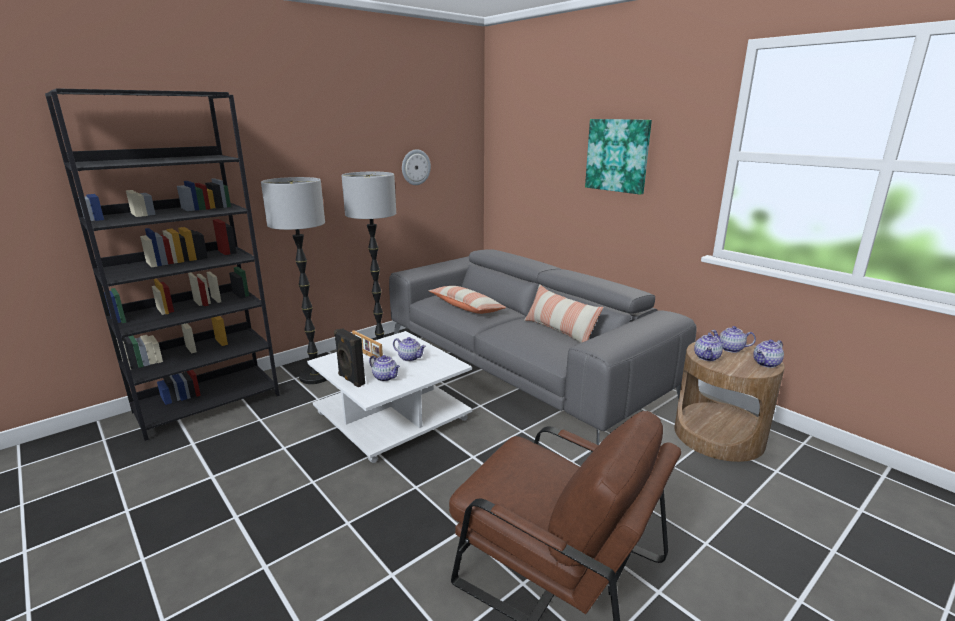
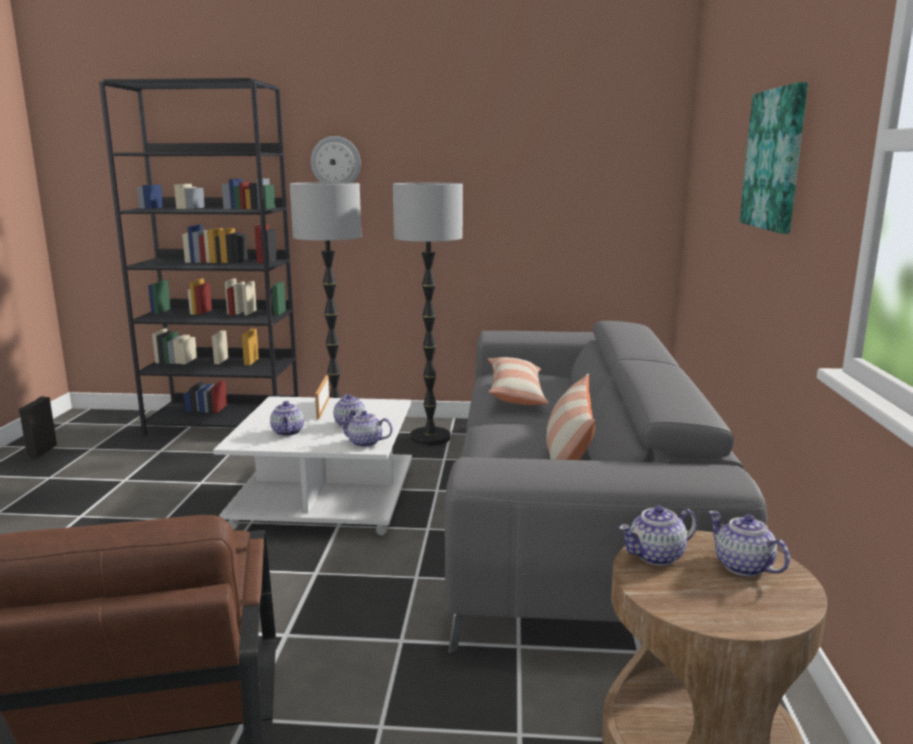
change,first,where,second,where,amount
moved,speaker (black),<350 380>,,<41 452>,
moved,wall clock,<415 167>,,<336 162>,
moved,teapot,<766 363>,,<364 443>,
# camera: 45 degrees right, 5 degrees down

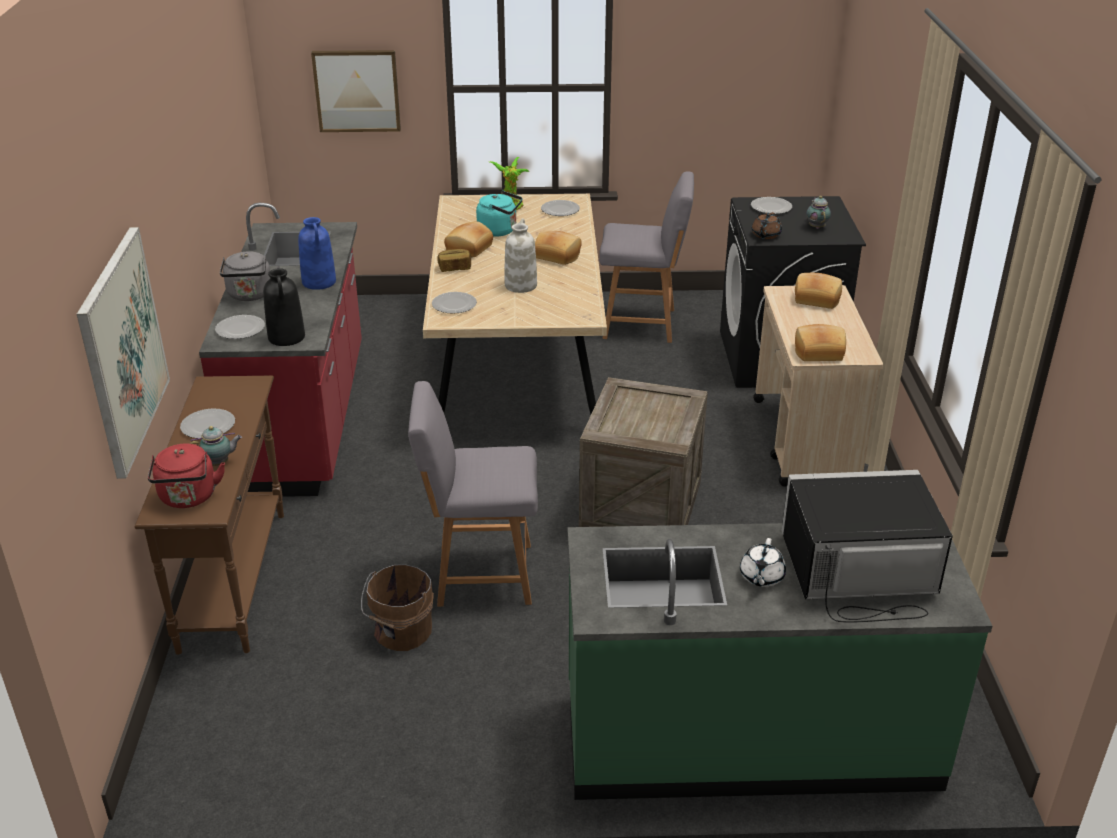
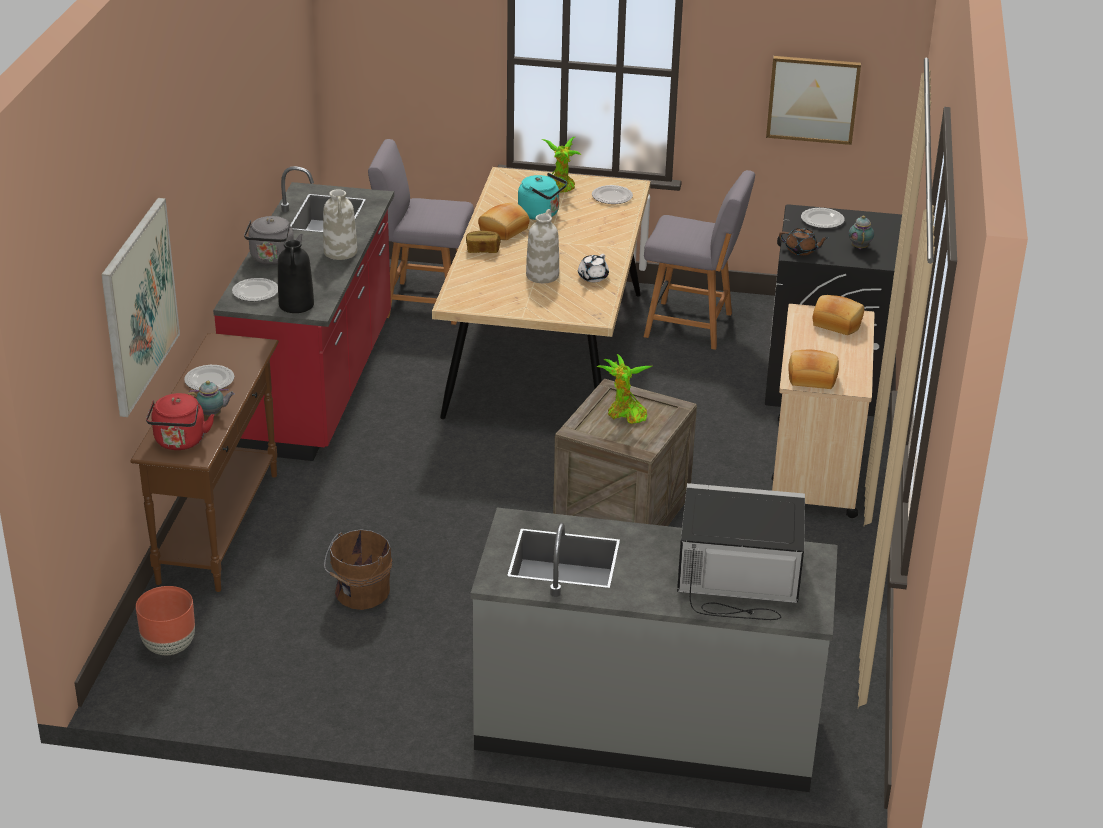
change,first,where,second,where,amount
added,,,planter (brown),<168 647>,
recoloured,vase (blue),<319 282>,vase (white),<341 252>,
moved,chair (grey),<480 574>,,<423 302>,
recoloured,counter (green),<749 738>,counter (grey),<647 725>,
moved,teapot (white),<761 577>,,<592 277>,
added,,,potted plant,<624 414>,
moved,picture,<357 90>,,<813 99>,
turned,teapot (brown),<765 235>,,<801 250>,105 degrees counterclockwise
removed,plate,<453 304>,,,
removed,bread,<558 255>,,,
# camera: 10 degrees right, 0 degrees up

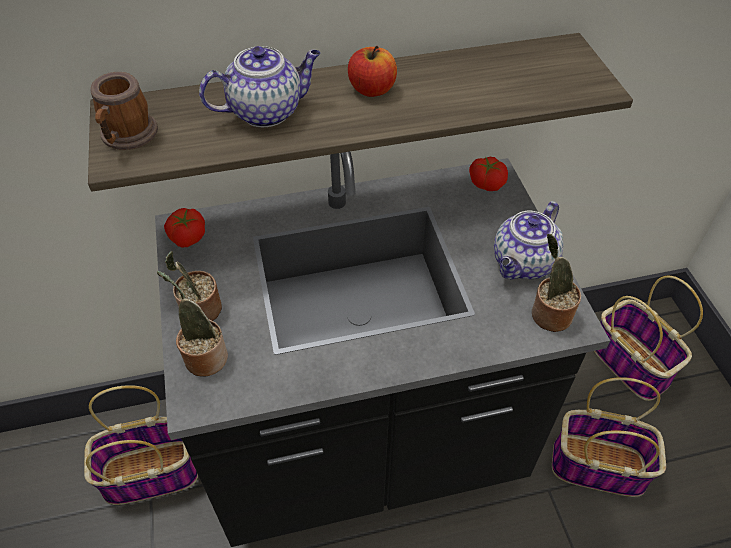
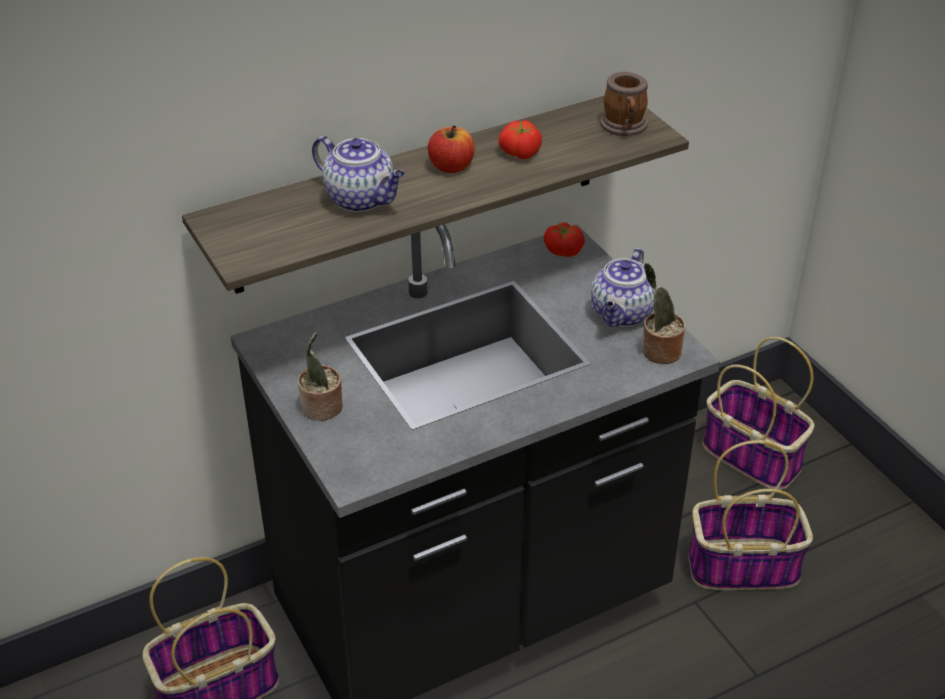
change,first,where,second,where,amount
turned,teapot,<267 111>,,<361 199>,75 degrees clockwise
moved,tomato,<187 237>,,<519 152>,
moved,mug,<127 137>,,<624 127>,
removed,potted plant,<203 356>,,,
# camera: 15 degrees left, 10 degrees down

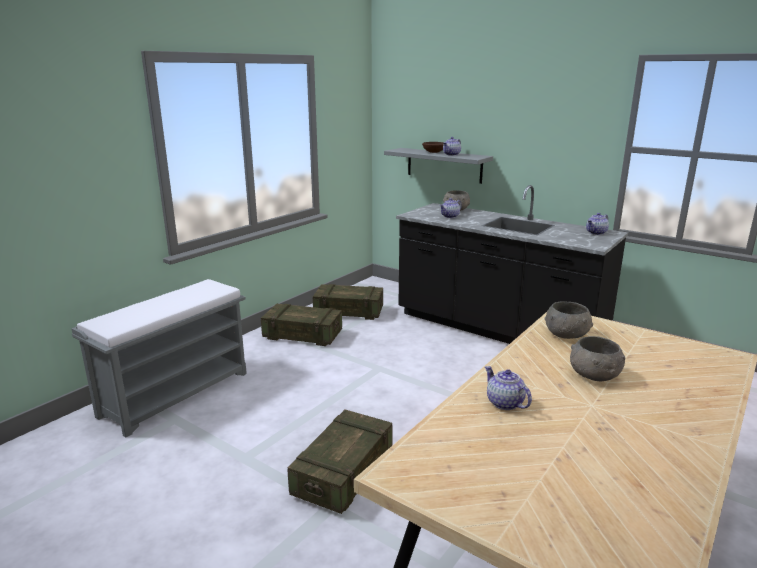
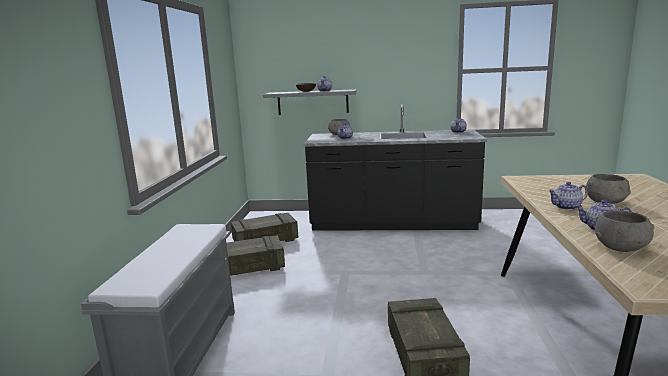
change,first,where,second,where,amount
added,,,teapot,<566 207>,
moved,bowl (grey),<567 335>,,<621 247>,
# camera: 30 degrees left, 5 degrees down

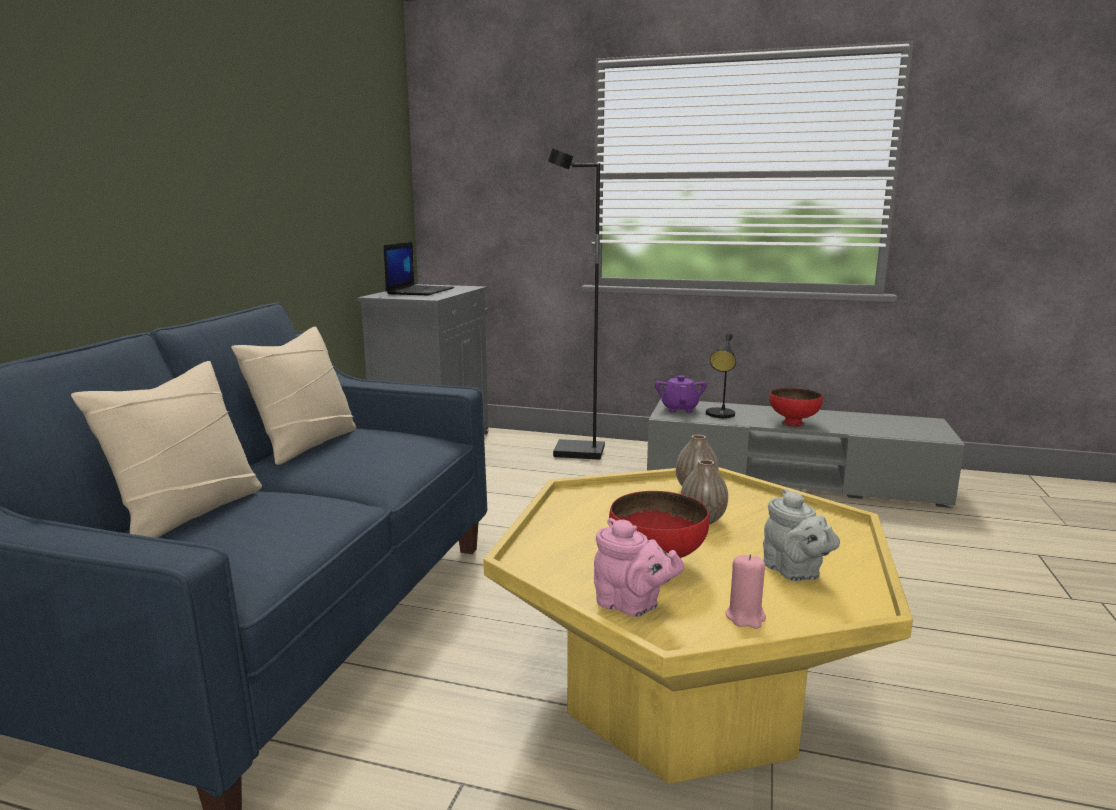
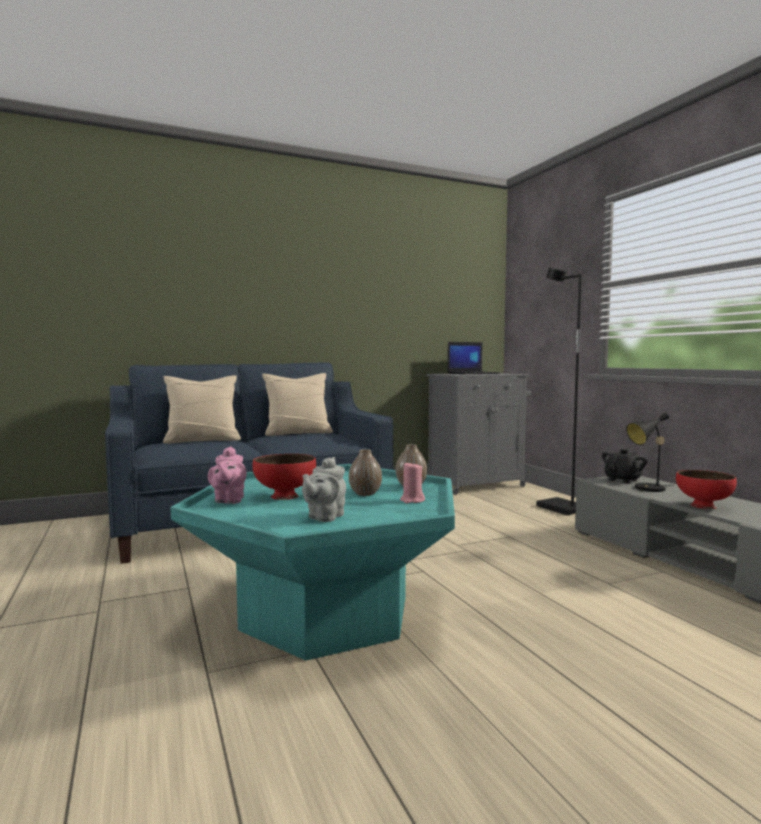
change,first,where,second,where,amount
recoloured,coffee table (yellow),<683 693>,coffee table (turquoise),<326 612>,
moved,candle (pink),<745 617>,,<412 500>,
recoloured,teapot (purple),<679 409>,teapot (black),<623 480>,
# camera: 50 degrees right, 10 degrees down

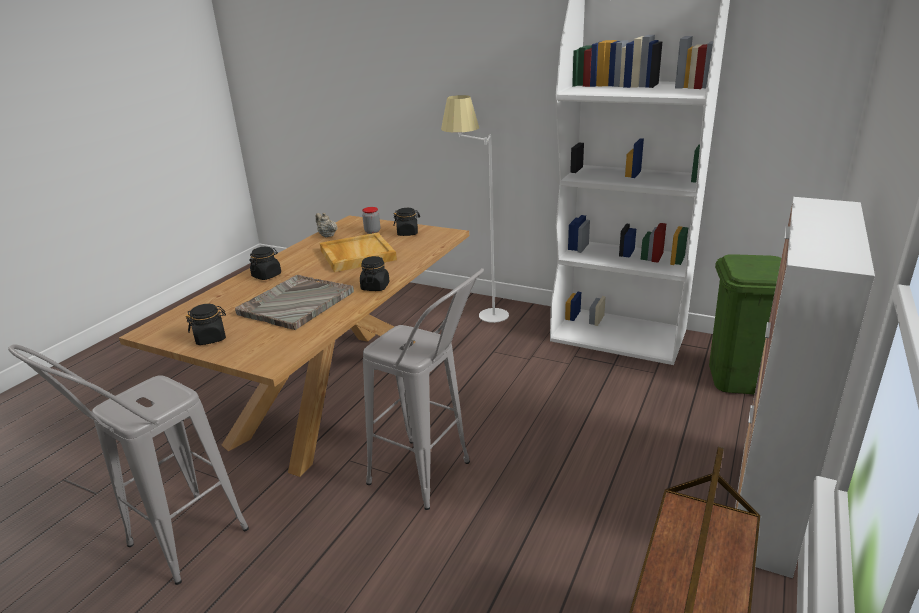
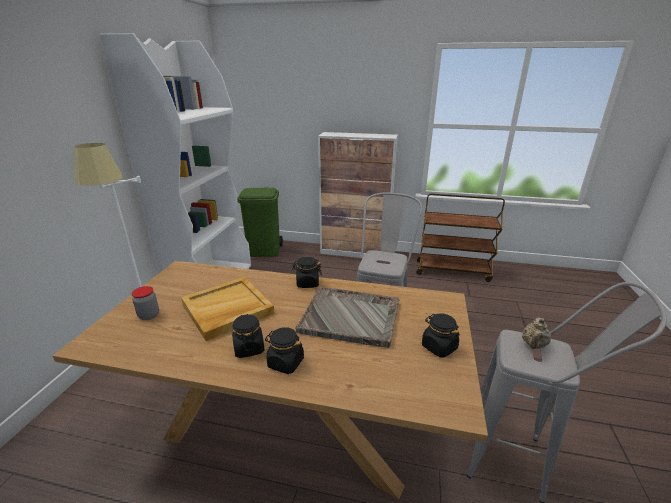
change,first,where,second,where,amount
moved,jar (black),<407 233>,,<249 348>,
moved,teapot (beige),<327 235>,,<533 345>,
# camera: 105 degrees left, 0 degrees up

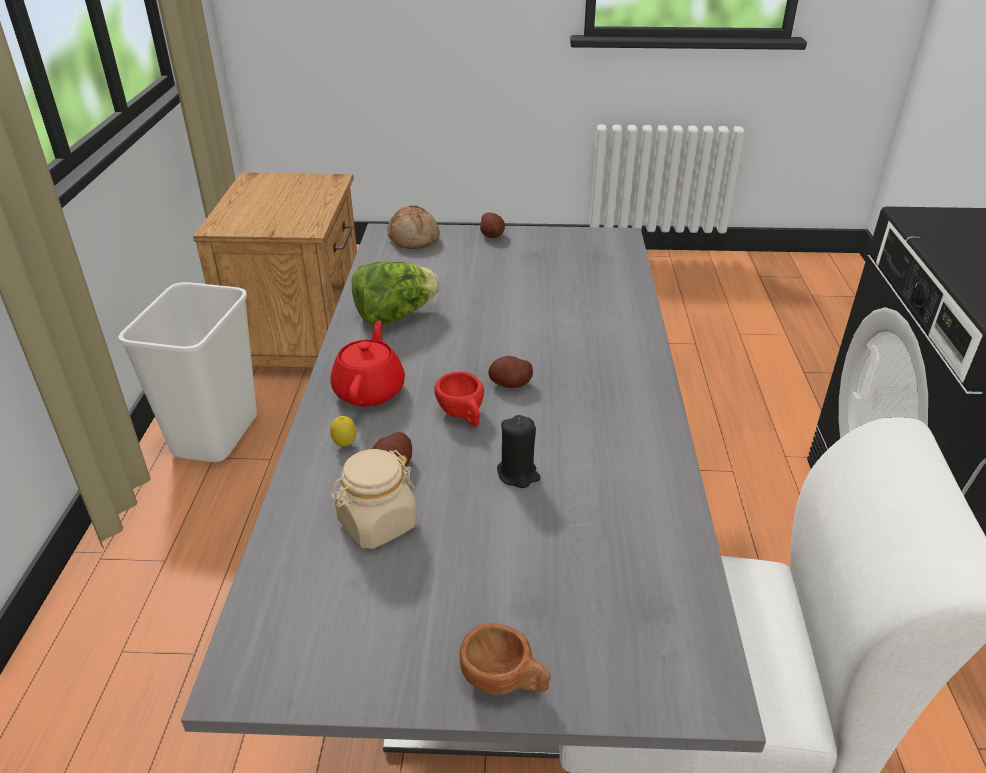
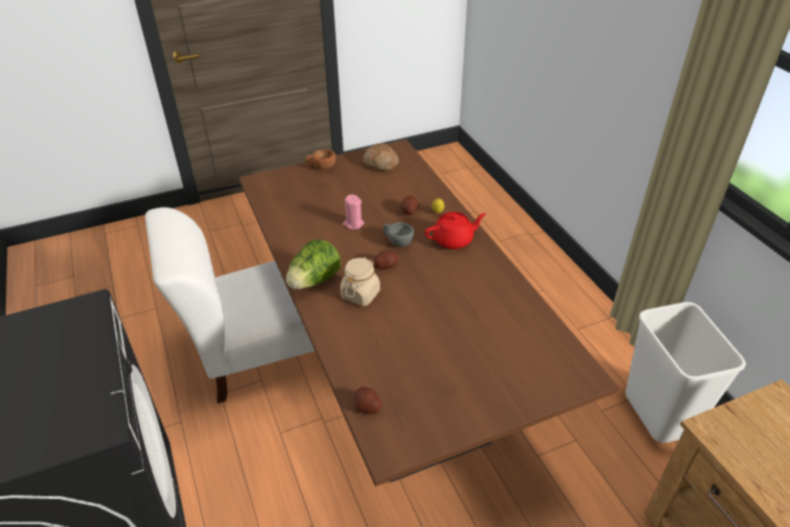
change,first,where,second,where,amount
recoloured,dining table (grey),<492 591>,dining table (brown),<396 378>,
moved,lettuce,<395 316>,,<314 281>,
moved,jar (beige),<377 524>,,<360 294>,
recoloured,candle (black),<518 474>,candle (pink),<353 223>,
moved,potato,<492 235>,,<367 407>,
moved,bread,<414 238>,,<380 164>,
recoloured,cup (red),<463 415>,cup (grey),<397 242>,
turned,teapot (red),<370 390>,,<454 240>,90 degrees counterclockwise
# camera: 155 degrees right, 5 degrees up

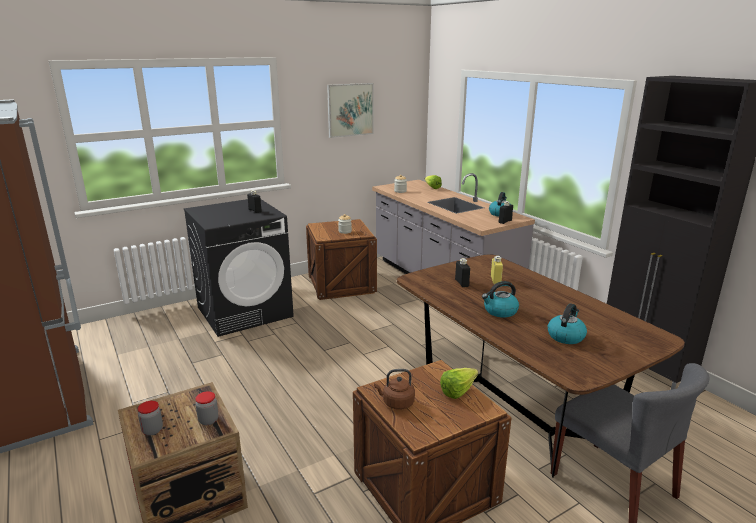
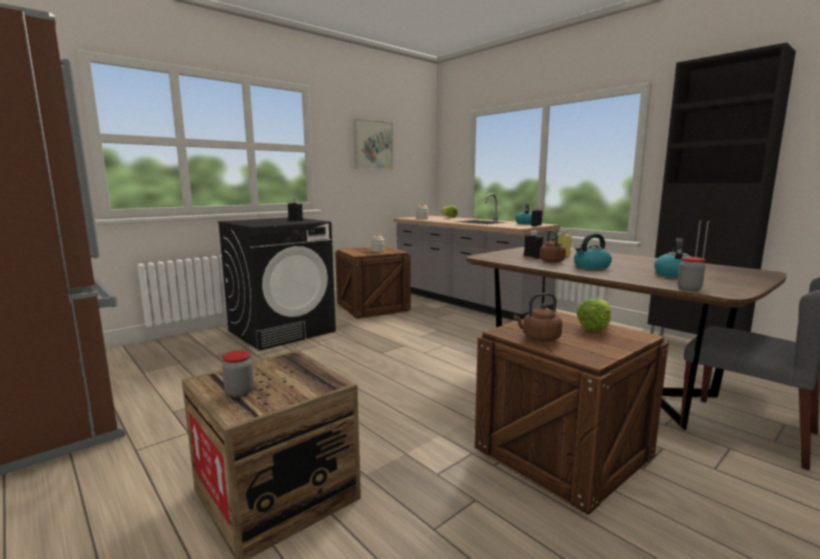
change,first,where,second,where,amount
added,,,kettle (brown),<552 261>,
moved,jar,<208 420>,,<689 289>,
# camera: 10 degrees left, 10 degrees down

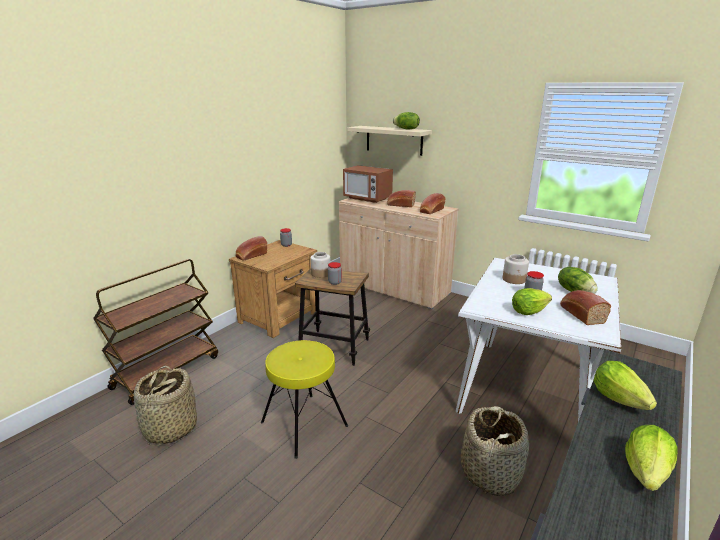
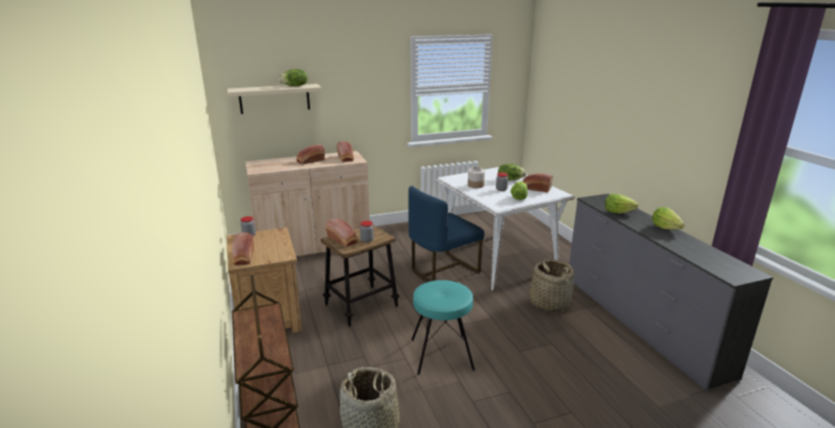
change,first,where,second,where,amount
replaced,jar,<320 274>,bread,<343 240>,
added,,,chair (blue),<443 269>,
recoloured,stool (yellow),<304 424>,stool (turquoise),<442 354>,
removed,microwave,<367 198>,,,
# camera: 55 degrees left, 0 degrees up

